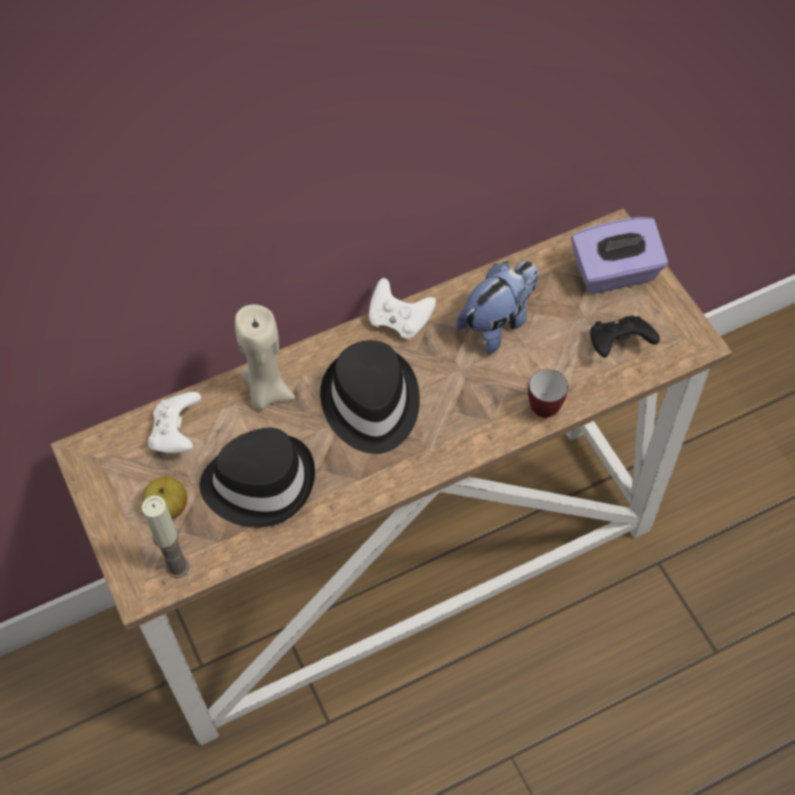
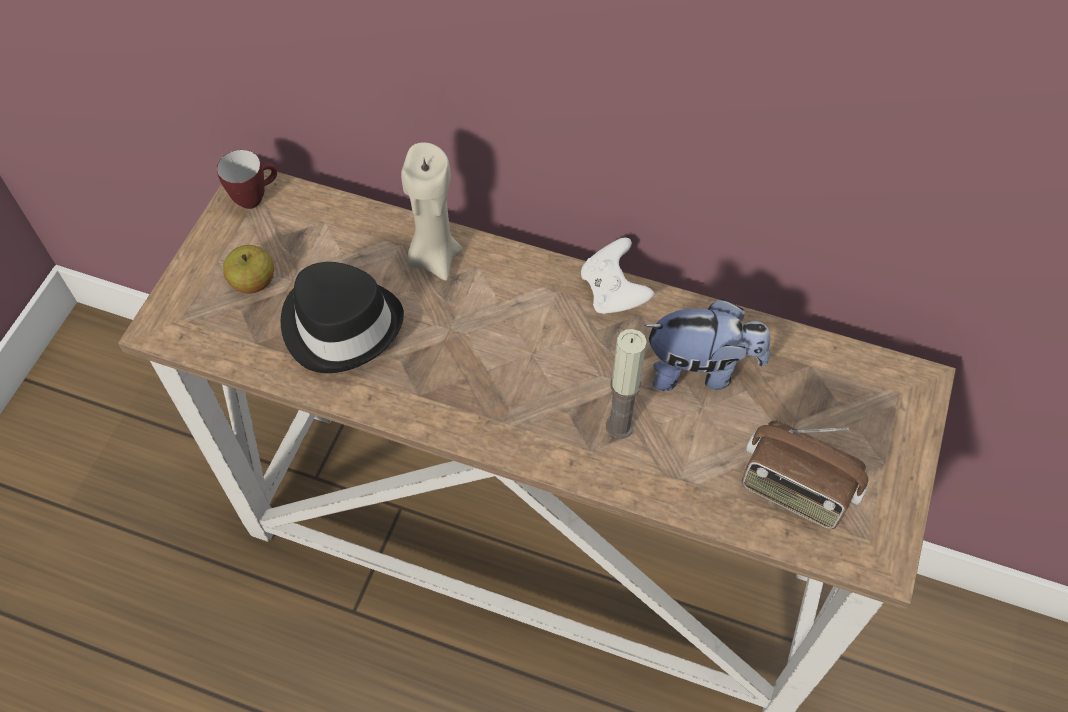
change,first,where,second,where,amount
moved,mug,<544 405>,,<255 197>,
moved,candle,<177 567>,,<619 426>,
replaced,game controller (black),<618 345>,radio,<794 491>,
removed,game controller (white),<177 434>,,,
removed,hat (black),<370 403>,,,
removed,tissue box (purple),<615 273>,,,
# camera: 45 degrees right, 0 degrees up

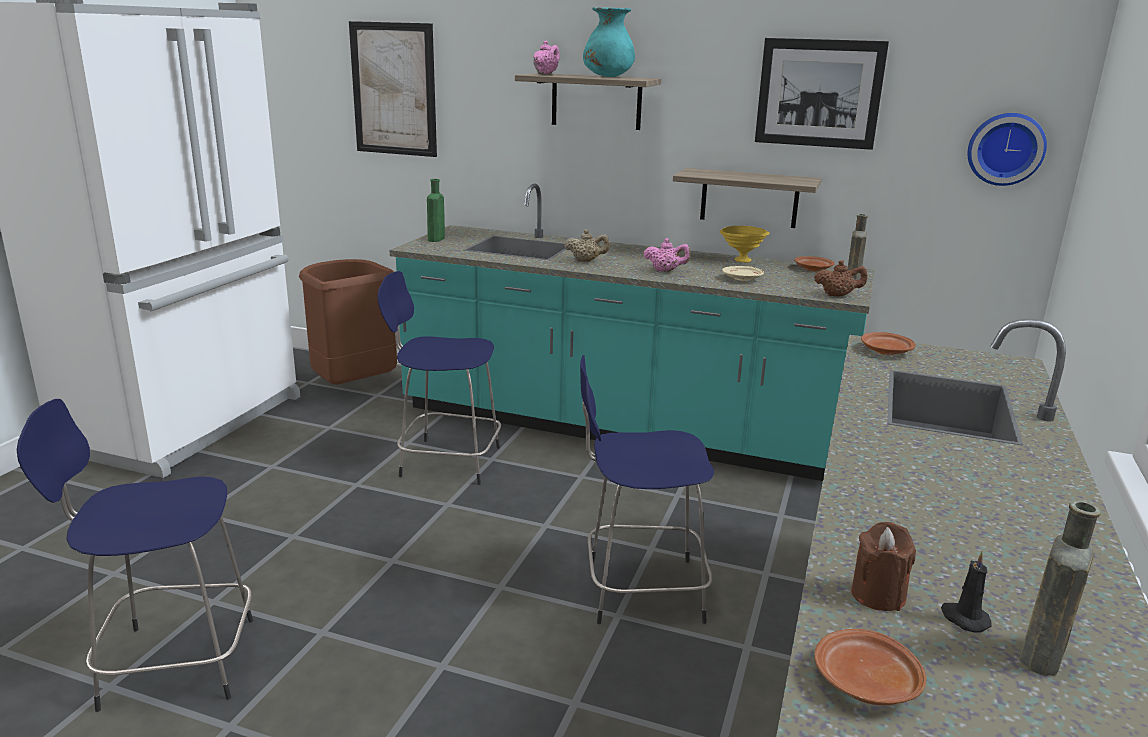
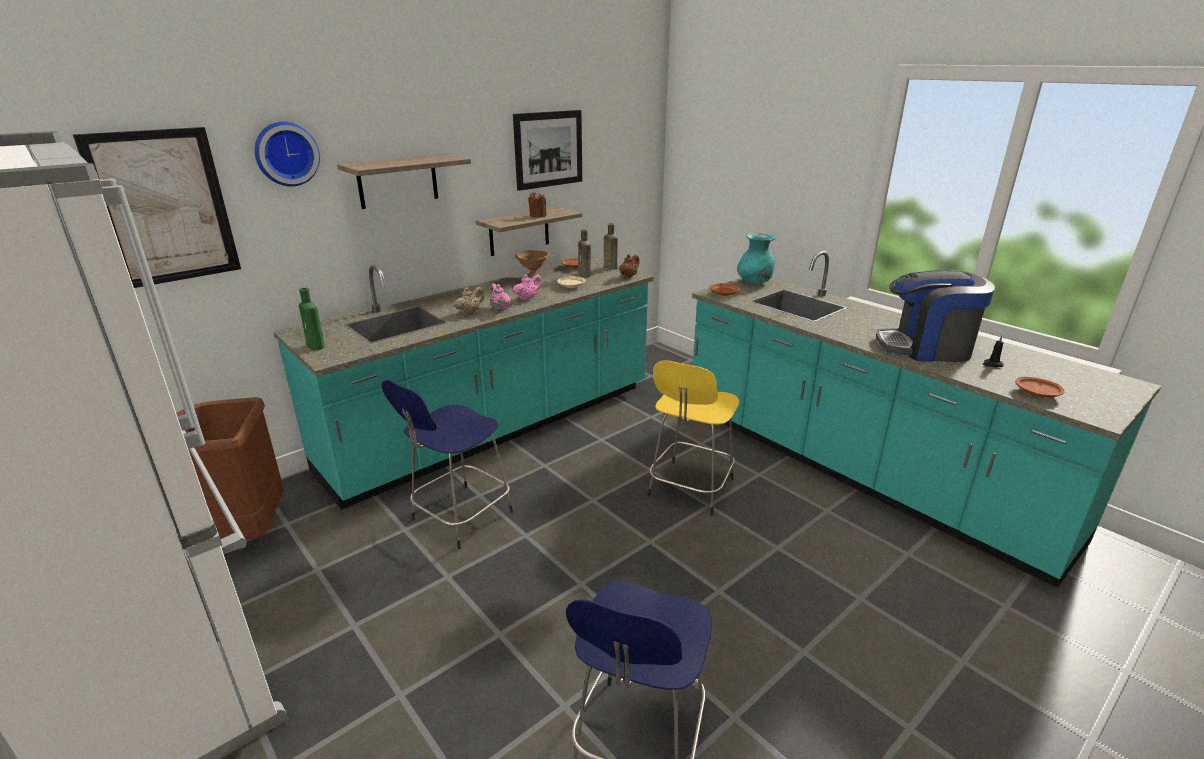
change,first,where,second,where,amount
moved,wall clock,<1005 149>,,<286 153>,
moved,teapot (pink),<546 74>,,<500 309>,
recoloured,bowl (yellow),<741 260>,bowl (brown),<533 276>,
moved,candle (brown),<878 595>,,<537 216>,
moved,bottle (brown),<1041 659>,,<585 275>,
recoloured,stool (blue),<639 590>,stool (yellow),<689 489>,
moved,vase (turquoise),<607 76>,,<754 282>,
added,,,coffee machine,<926 348>,
# camera: 60 degrees left, 5 degrees up

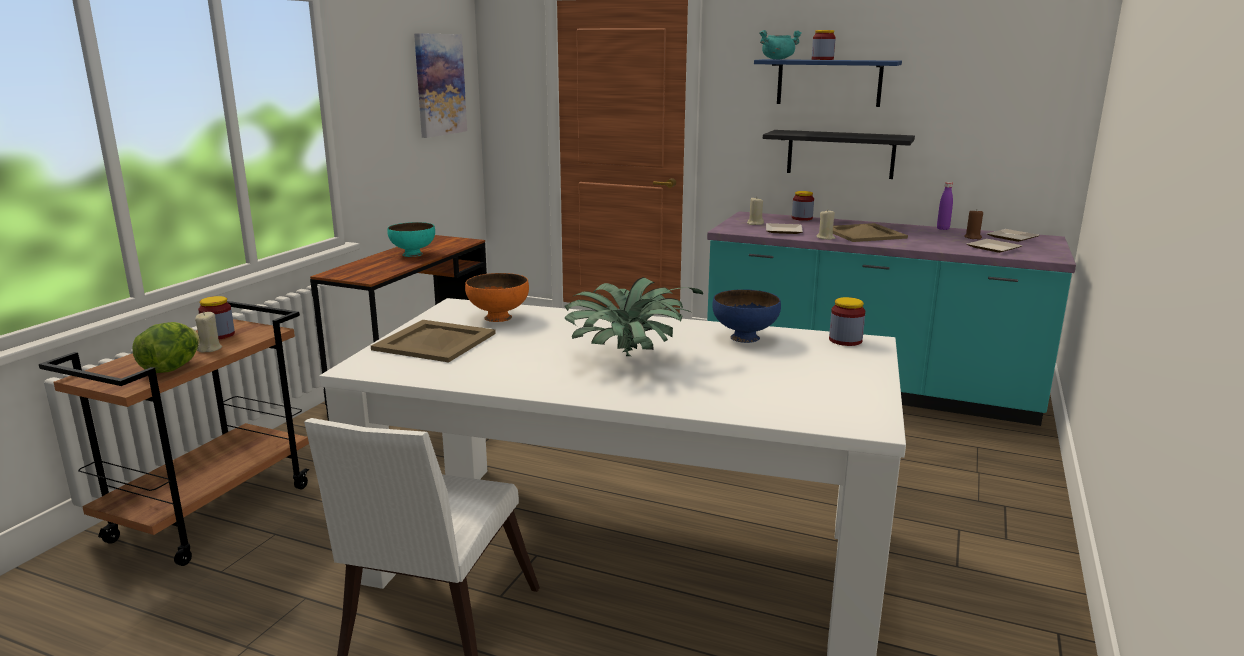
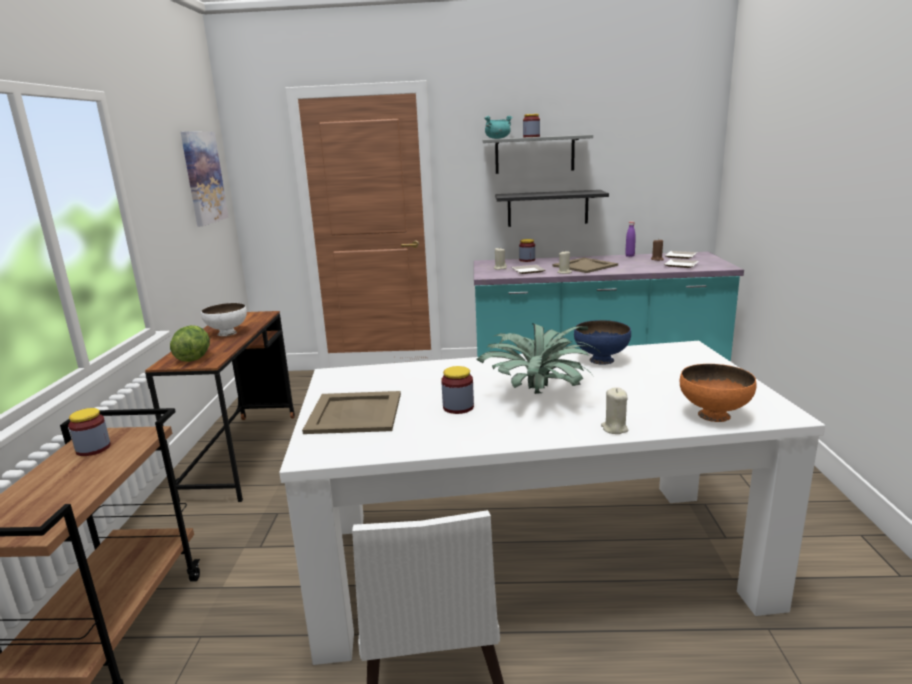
change,first,where,second,where,amount
moved,lettuce,<171 368>,,<194 358>,
recoloured,bowl (turquoise),<413 254>,bowl (white),<228 333>,
moved,jar,<845 340>,,<458 407>,
recoloured,shelf (blue),<829 82>,shelf (grey),<534 154>,
moved,candle (beige),<210 349>,,<614 428>,
moved,bowl (orange),<499 317>,,<714 415>,
# camera: 20 degrees left, 0 degrees up

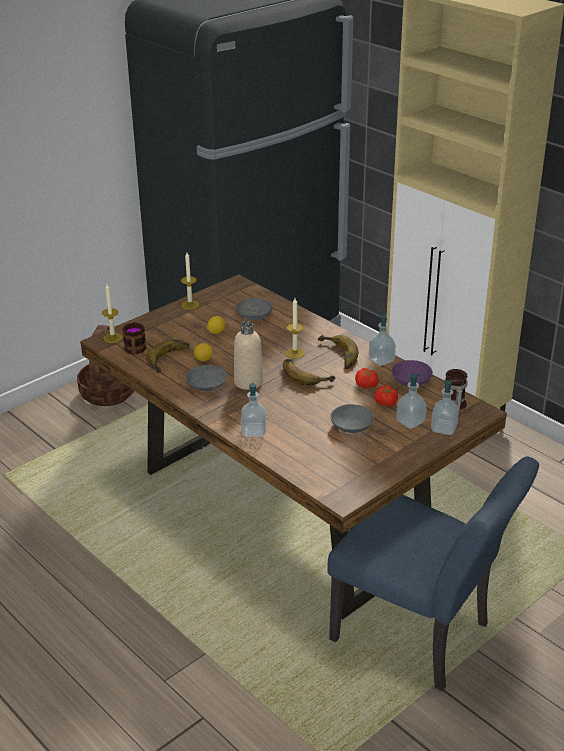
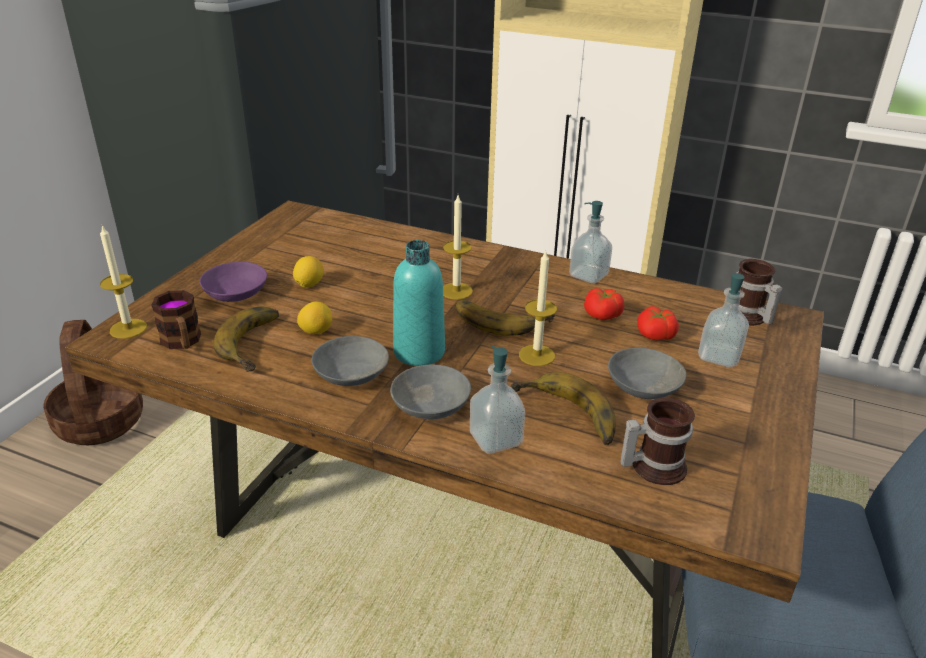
change,first,where,second,where,amount
moved,bowl (purple),<410 380>,,<234 293>,
moved,bowl (grey),<254 315>,,<431 404>,
recoloured,bottle (beige),<248 382>,bottle (turquoise),<419 352>,
moved,banana,<336 355>,,<563 417>,
moved,candle,<190 305>,,<536 355>,
added,,,mug,<652 465>,
removed,soap dispenser,<443 428>,,,
# camera: 25 degrees left, 0 degrees up

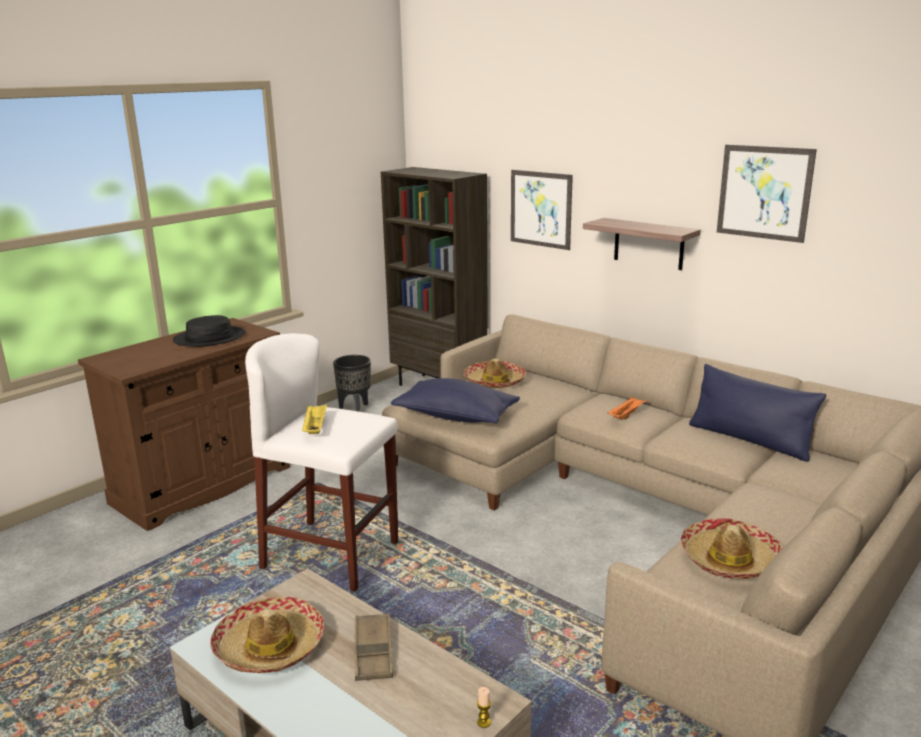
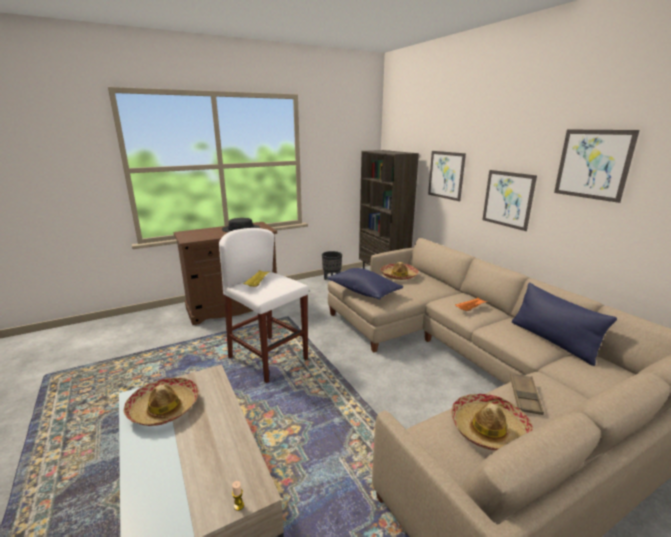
change,first,where,second,where,amount
replaced,shelf,<648 244>,picture,<508 199>,
moved,tray (brown),<373 651>,,<524 396>,
# camera: 20 degrees right, 0 degrees up

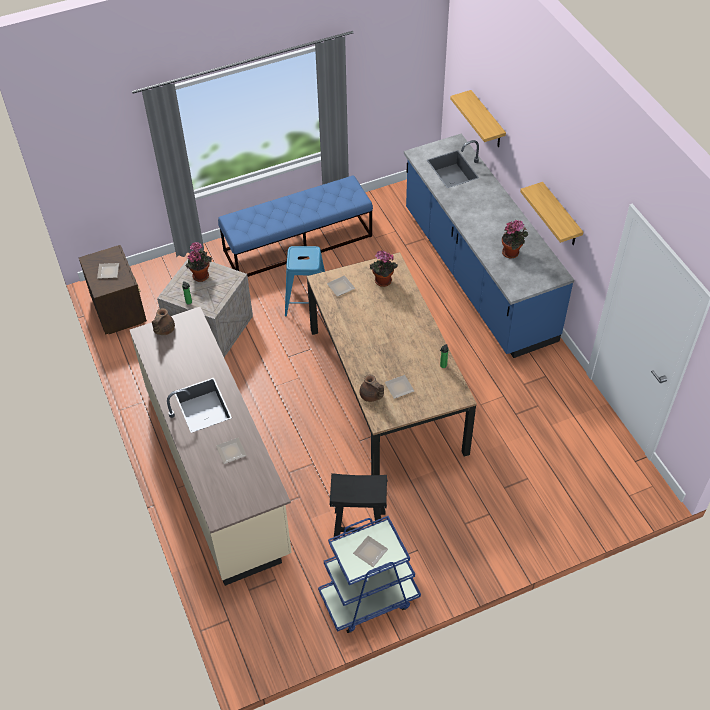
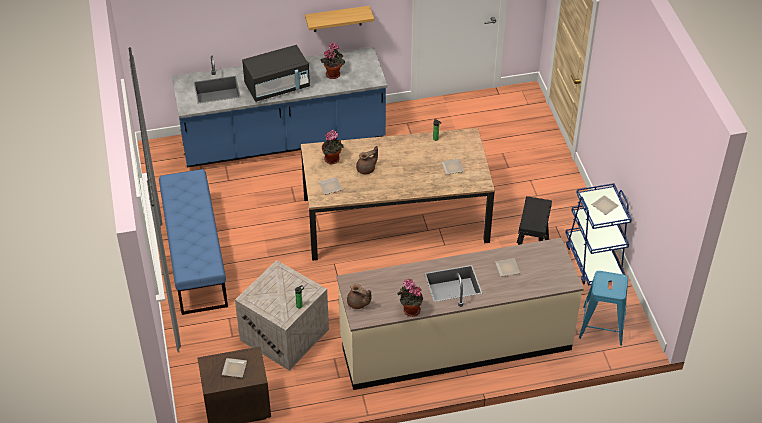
change,first,where,second,where,amount
added,,,microwave (black),<277 87>,
moved,teapot (brown),<371 396>,,<366 169>,
moved,potted plant,<200 275>,,<410 310>,
moved,stool (blue),<307 300>,,<602 325>,
removed,shelf,<487 120>,,,
# camera: 80 degrees left, 5 degrees down

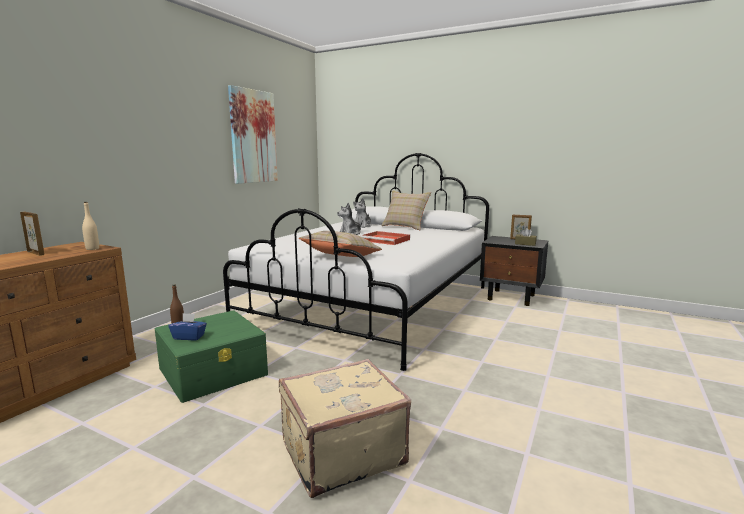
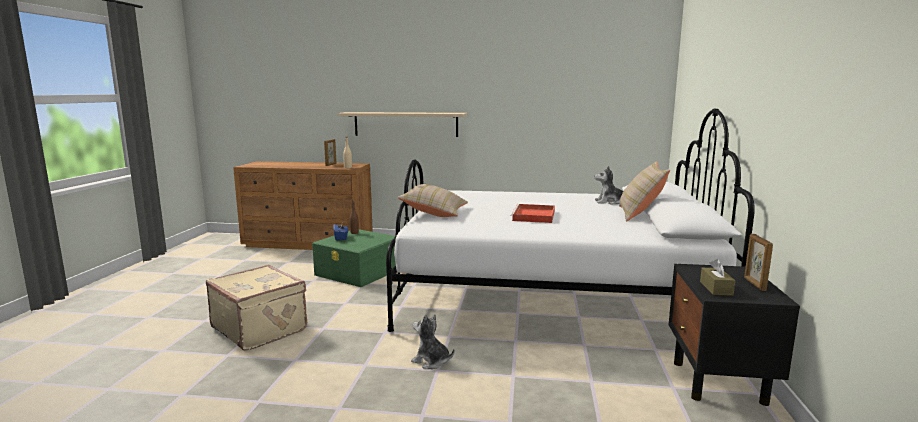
change,first,where,second,where,amount
added,,,shelf (beige),<406 124>,
moved,plush toy,<350 233>,,<431 361>,
removed,picture,<253 136>,,,
# camera: 70 degrees right, 0 degrees up

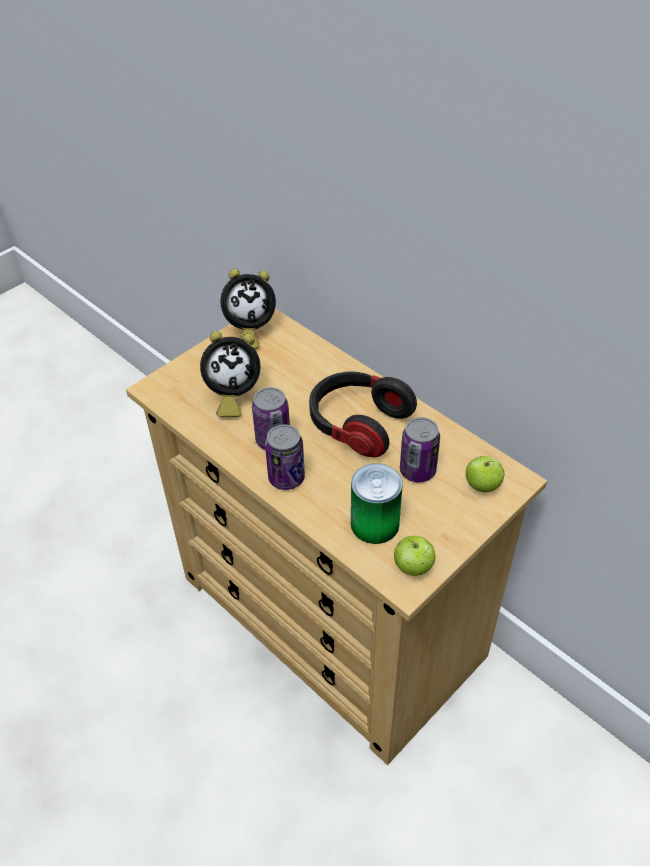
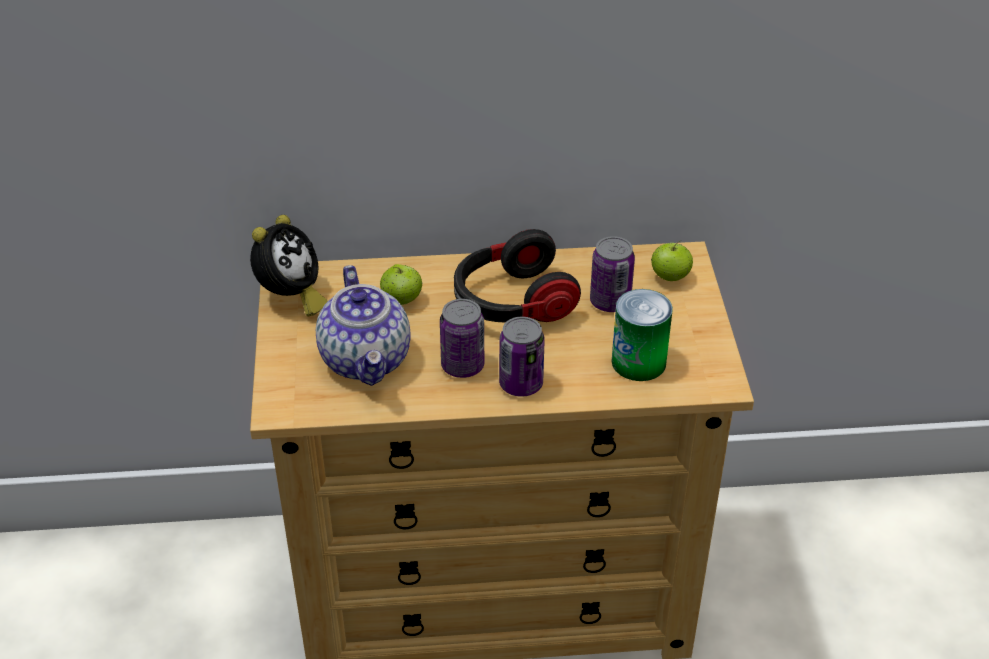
change,first,where,second,where,amount
replaced,alarm clock,<231 396>,teapot,<367 360>,
moved,apple,<413 567>,,<402 300>,
# camera: 50 degrees left, 5 degrees down

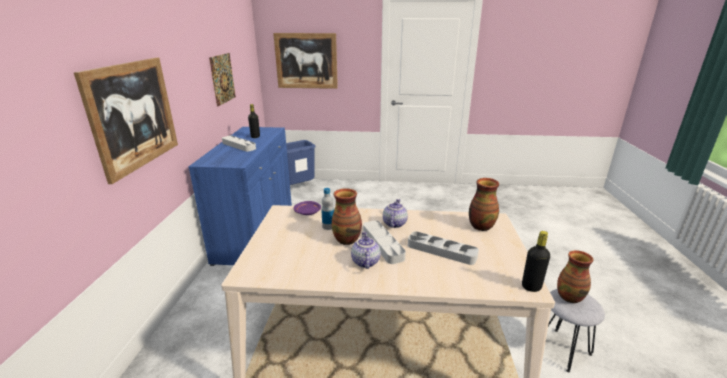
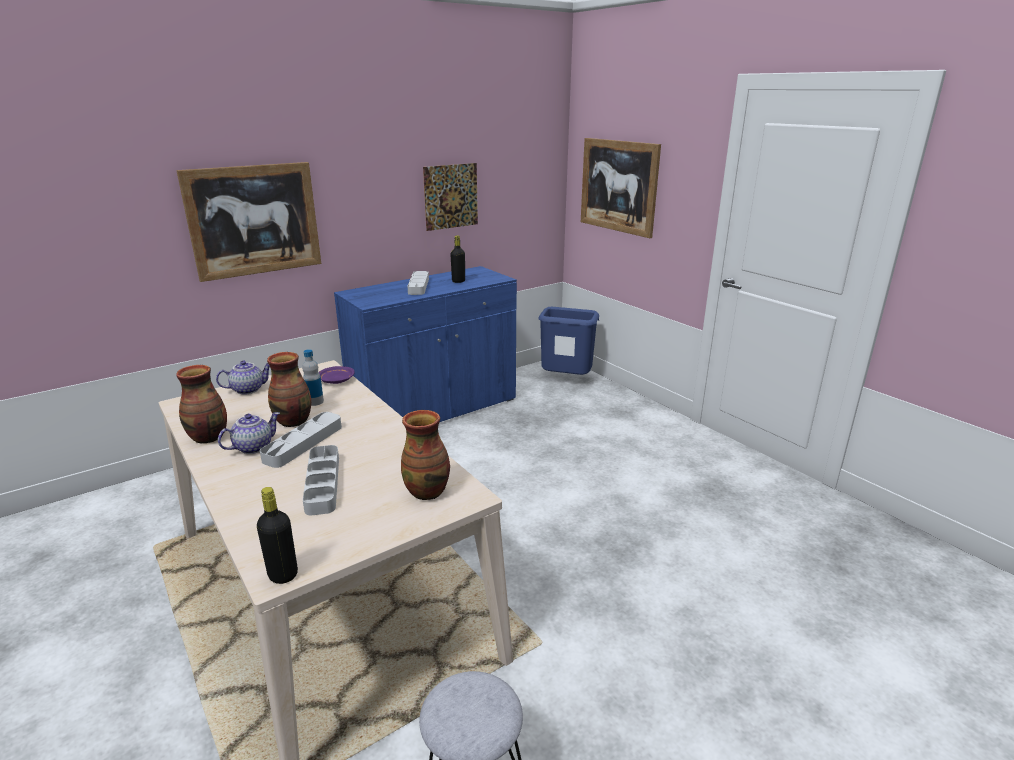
change,first,where,second,where,amount
moved,vase,<569 297>,,<209 437>,
moved,teapot,<394 223>,,<248 389>,
# camera: 50 degrees right, 0 degrees up

